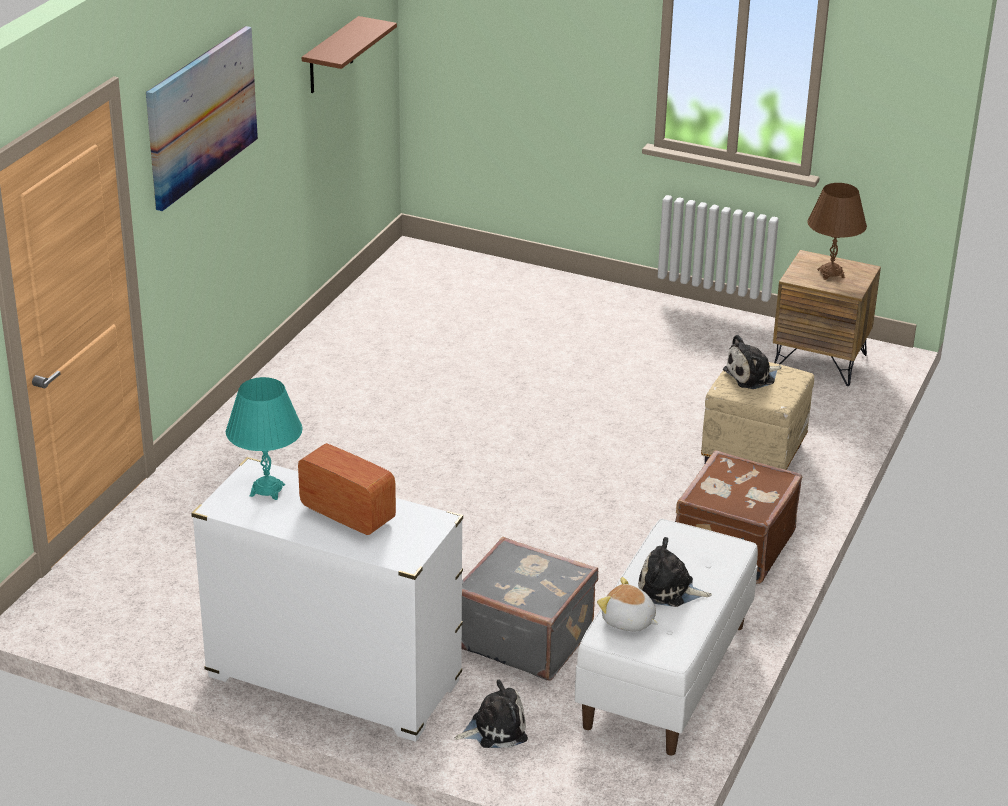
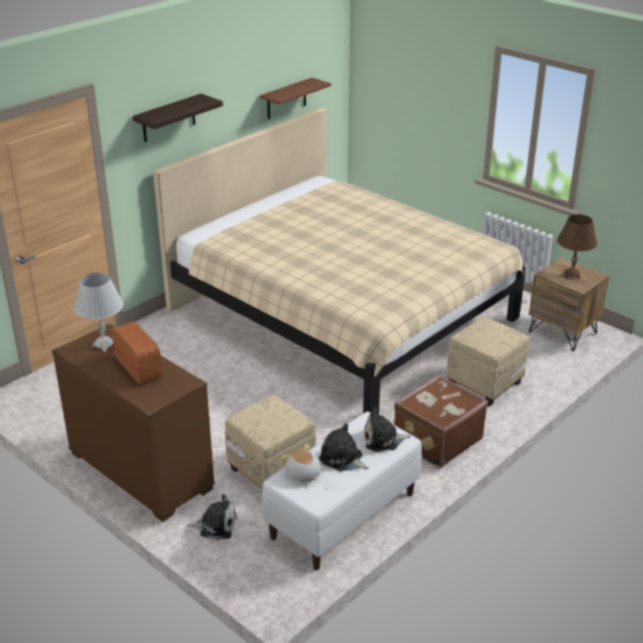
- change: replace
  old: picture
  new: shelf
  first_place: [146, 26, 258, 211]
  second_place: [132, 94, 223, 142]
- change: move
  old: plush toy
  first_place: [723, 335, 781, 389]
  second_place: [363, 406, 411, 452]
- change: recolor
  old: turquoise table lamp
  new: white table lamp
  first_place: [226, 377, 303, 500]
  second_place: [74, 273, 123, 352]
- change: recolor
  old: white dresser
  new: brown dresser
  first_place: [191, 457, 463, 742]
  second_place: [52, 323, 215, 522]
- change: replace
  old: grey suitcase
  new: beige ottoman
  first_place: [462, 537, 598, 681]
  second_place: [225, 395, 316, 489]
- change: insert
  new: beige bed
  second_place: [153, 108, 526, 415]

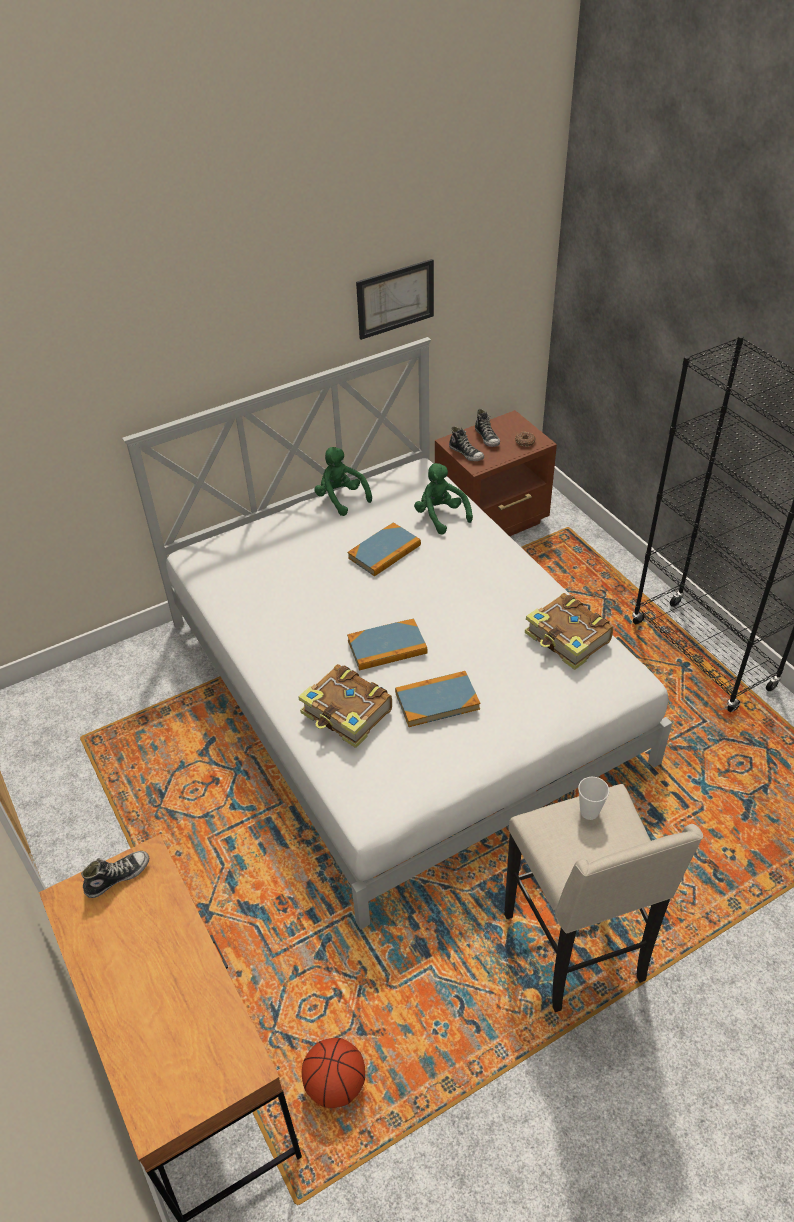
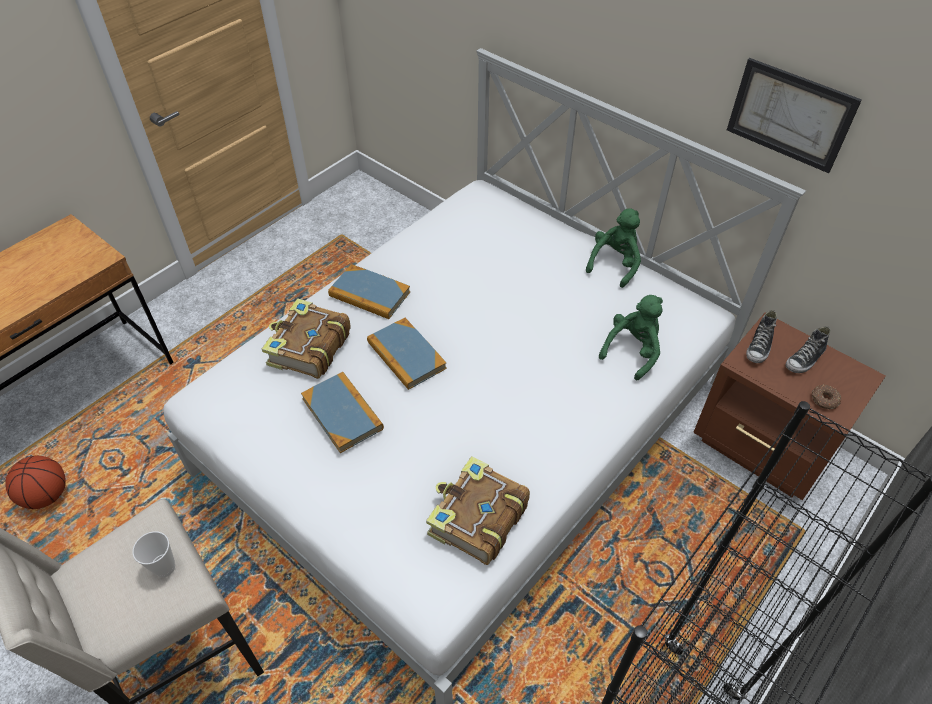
- change: move
  old: book
  first_place: [347, 522, 421, 577]
  second_place: [328, 264, 410, 319]
- change: delete
  old: shoe
  first_place: [81, 851, 149, 898]

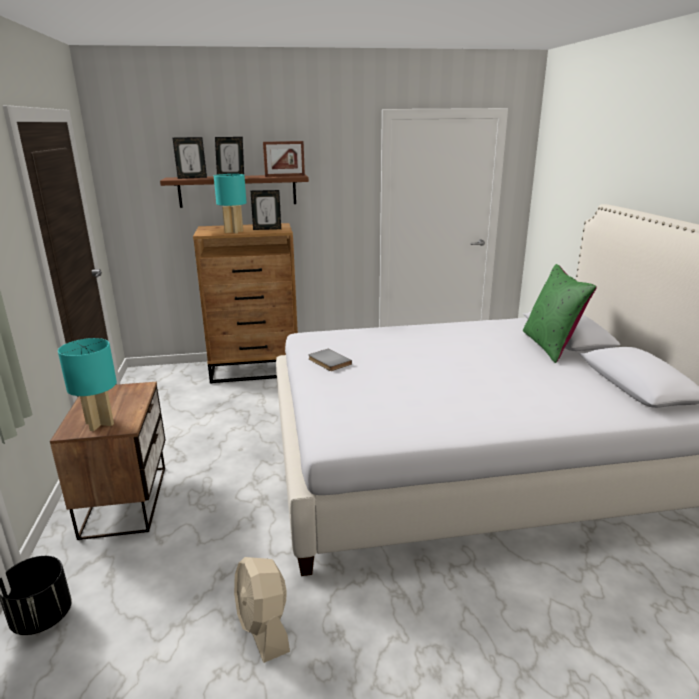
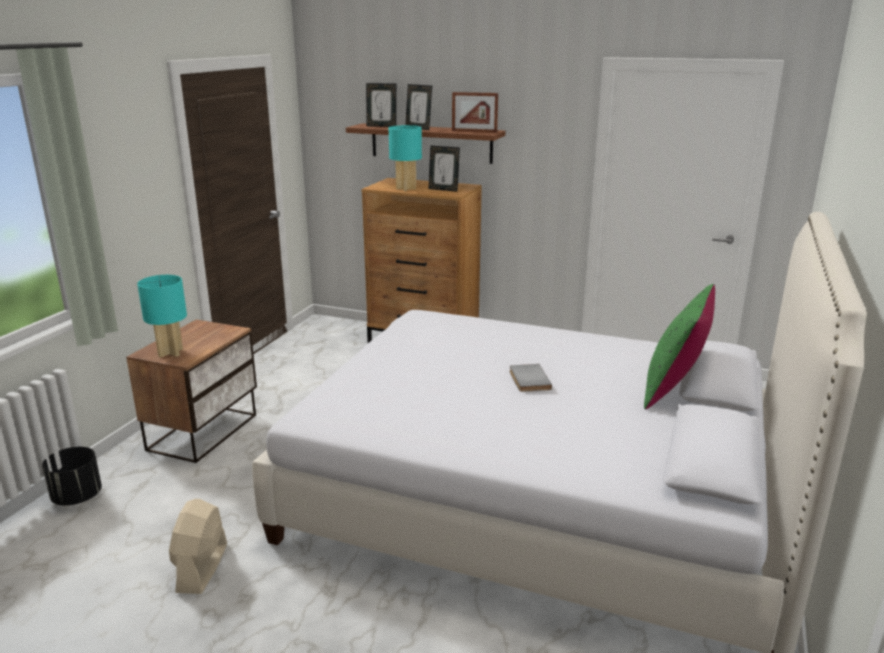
- change: move
  old: grey book
  first_place: [309, 349, 352, 371]
  second_place: [509, 364, 552, 392]

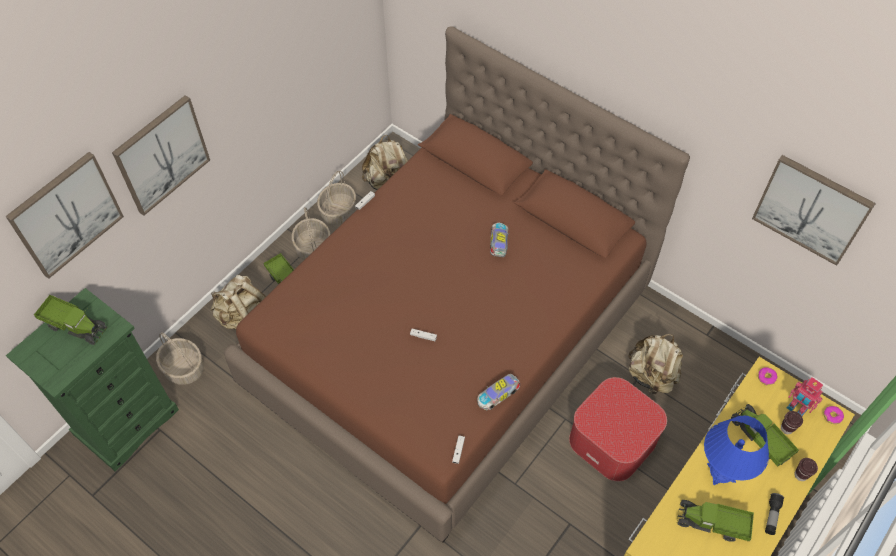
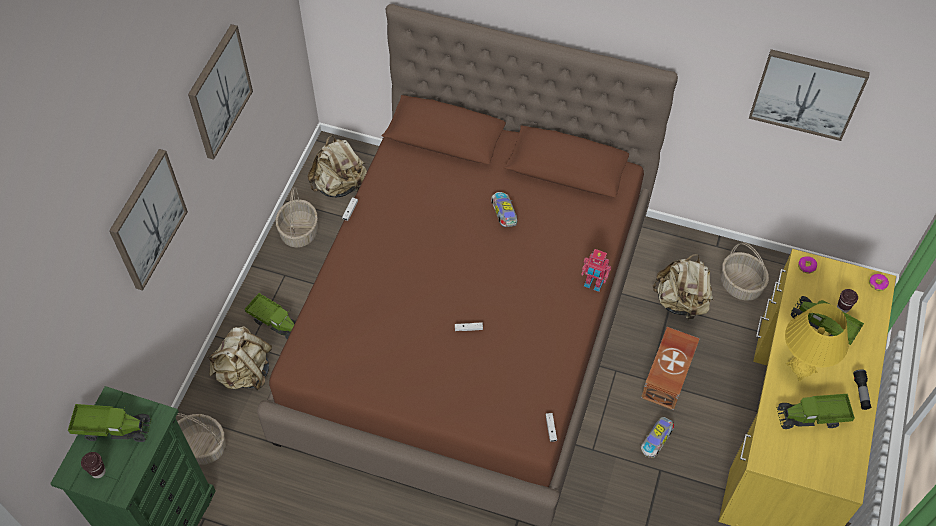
- change: move
  old: picture
  first_place: [5, 152, 124, 279]
  second_place: [188, 24, 253, 160]
- change: move
  old: basket
  first_place: [292, 207, 330, 260]
  second_place: [721, 243, 769, 301]
- change: move
  old: toy car
  first_place: [477, 374, 520, 410]
  second_place: [641, 417, 674, 458]
- change: replace
  old: ottoman
  new: brown storage box
  first_place: [569, 377, 667, 481]
  second_place: [641, 327, 700, 410]
- change: move
  old: toy robot
  first_place: [787, 377, 823, 416]
  second_place: [581, 249, 611, 292]
- change: recolor
  old: blue table lamp
  new: yellow table lamp
  first_place: [704, 415, 769, 485]
  second_place: [785, 303, 849, 381]
- change: move
  old: brown cup
  first_place: [795, 458, 818, 481]
  second_place: [81, 452, 106, 478]

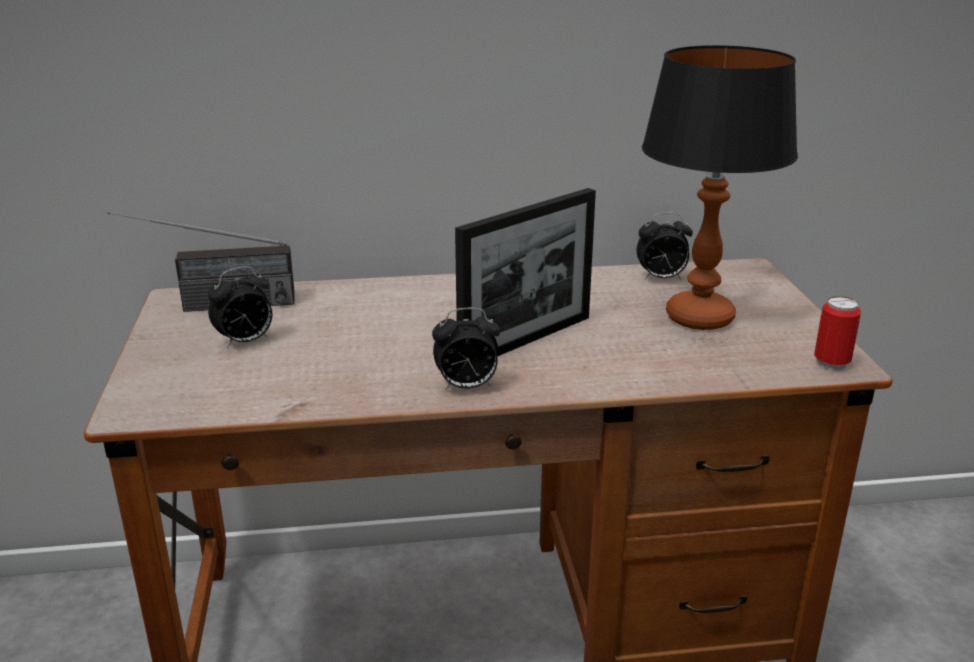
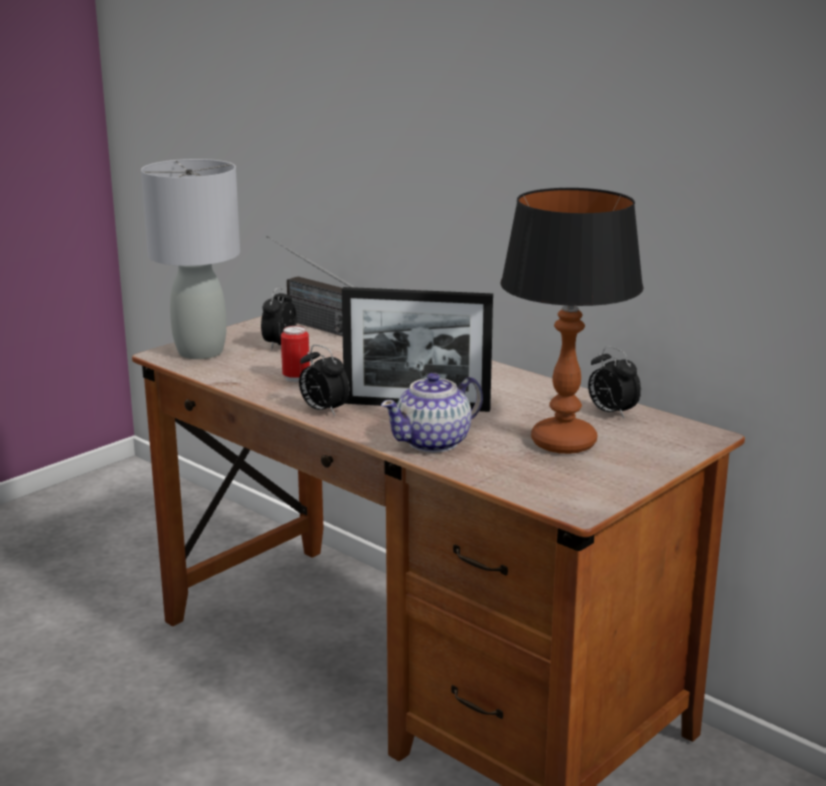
- change: rotate
  old: alarm clock
  first_place: [208, 266, 272, 348]
  second_place: [261, 287, 297, 351]
  degrees: 90
- change: move
  old: can
  first_place: [814, 296, 861, 370]
  second_place: [281, 326, 310, 382]
- change: insert
  new: grey table lamp
  second_place: [141, 159, 240, 359]
- change: insert
  new: teapot
  second_place: [381, 373, 483, 453]

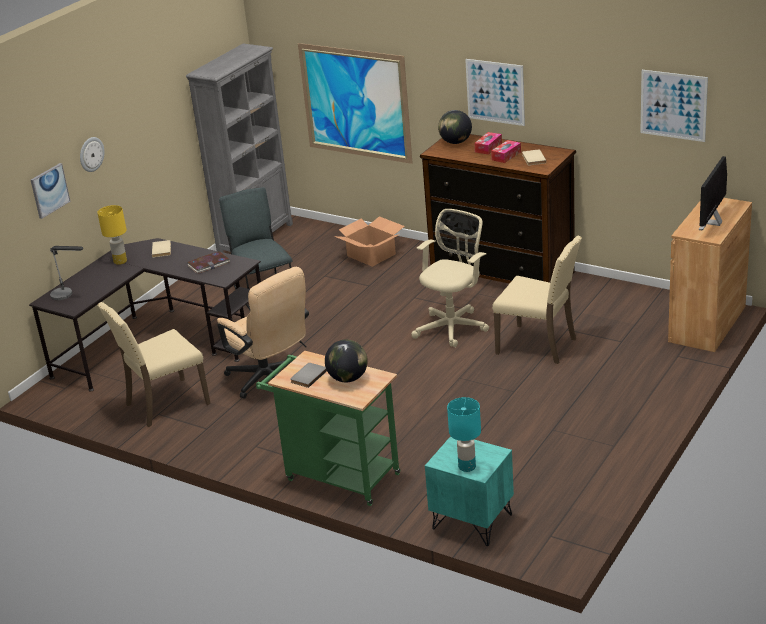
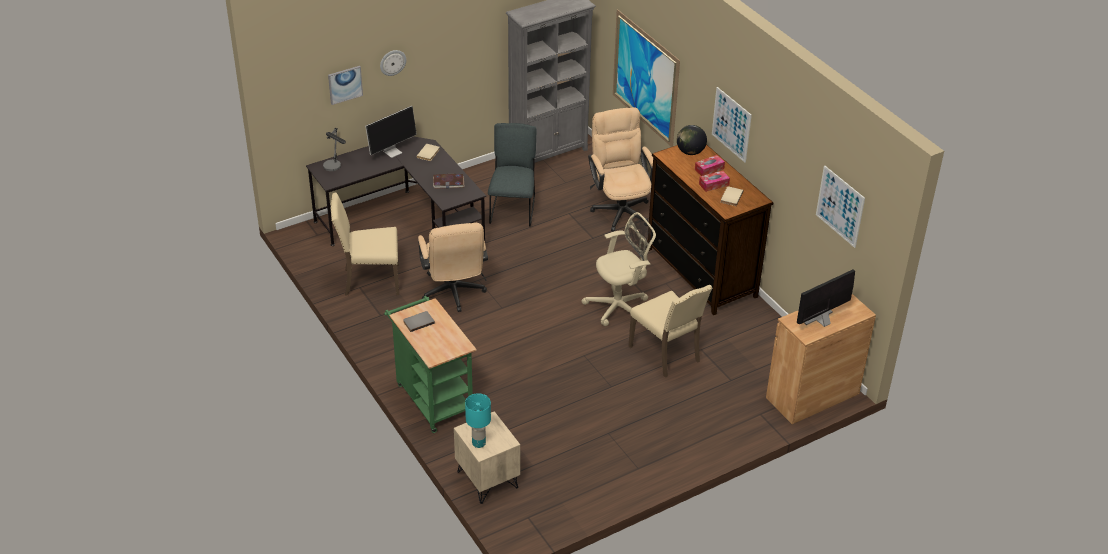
- change: replace
  old: yellow table lamp
  new: monitor
  first_place: [97, 205, 127, 265]
  second_place: [365, 106, 417, 158]
- change: replace
  old: cardboard box
  new: beige office chair
  first_place: [334, 216, 405, 267]
  second_place: [588, 107, 653, 232]
- change: delete
  old: globe
  first_place: [325, 340, 368, 382]
- change: recolor
  old: turquoise nightstand
  new: beige nightstand
  first_place: [425, 436, 514, 546]
  second_place: [454, 411, 520, 504]

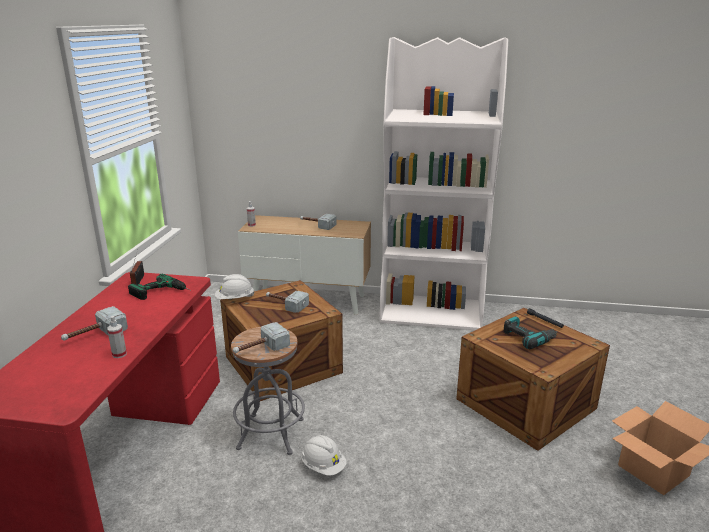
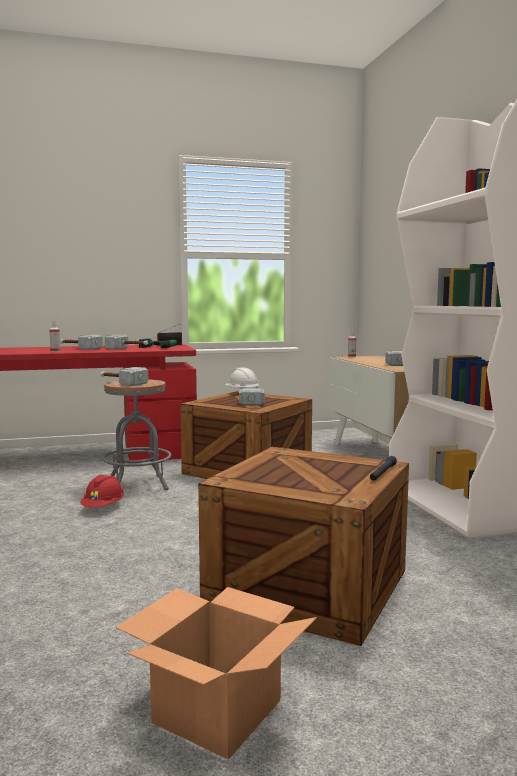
- change: delete
  old: power drill
  first_place: [504, 316, 557, 349]
- change: recolor
  old: white hard hat
  new: red hard hat
  first_place: [301, 435, 347, 476]
  second_place: [80, 475, 124, 507]
- change: insert
  new: hammer
  second_place: [104, 335, 148, 350]

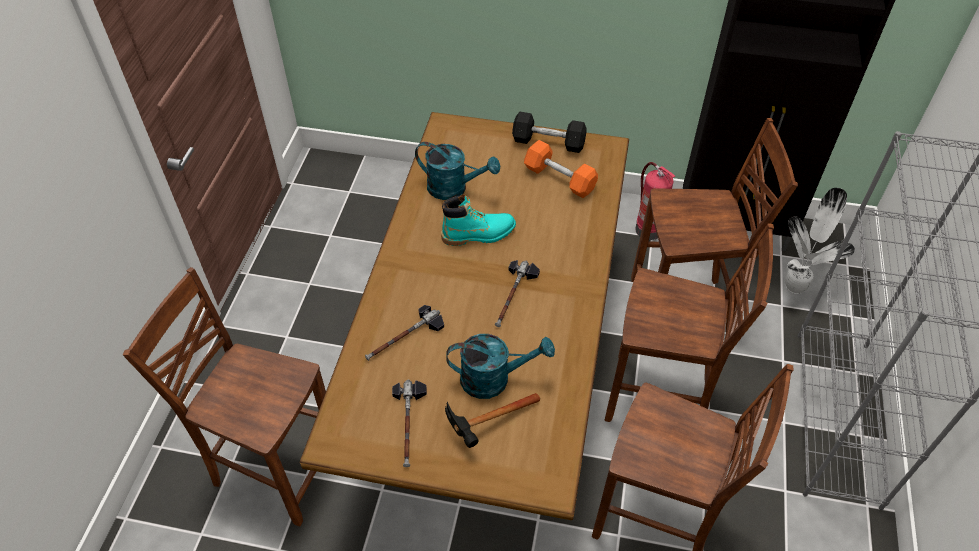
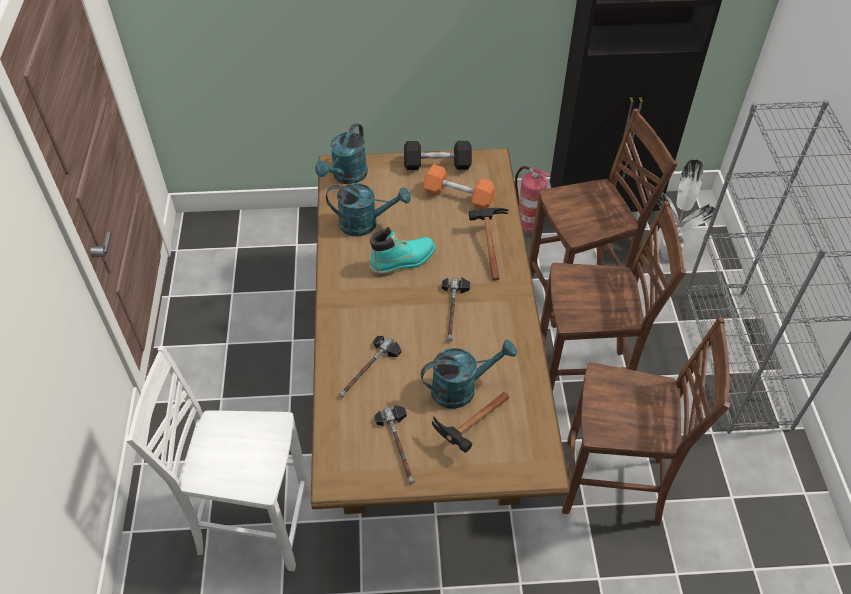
- change: recolor
  old: brown chair
  new: white chair
  first_place: [123, 267, 326, 526]
  second_place: [126, 346, 310, 571]
- change: insert
  new: turquoise watering can
  second_place: [315, 123, 368, 184]
- change: insert
  new: hammer
  second_place: [469, 208, 508, 281]

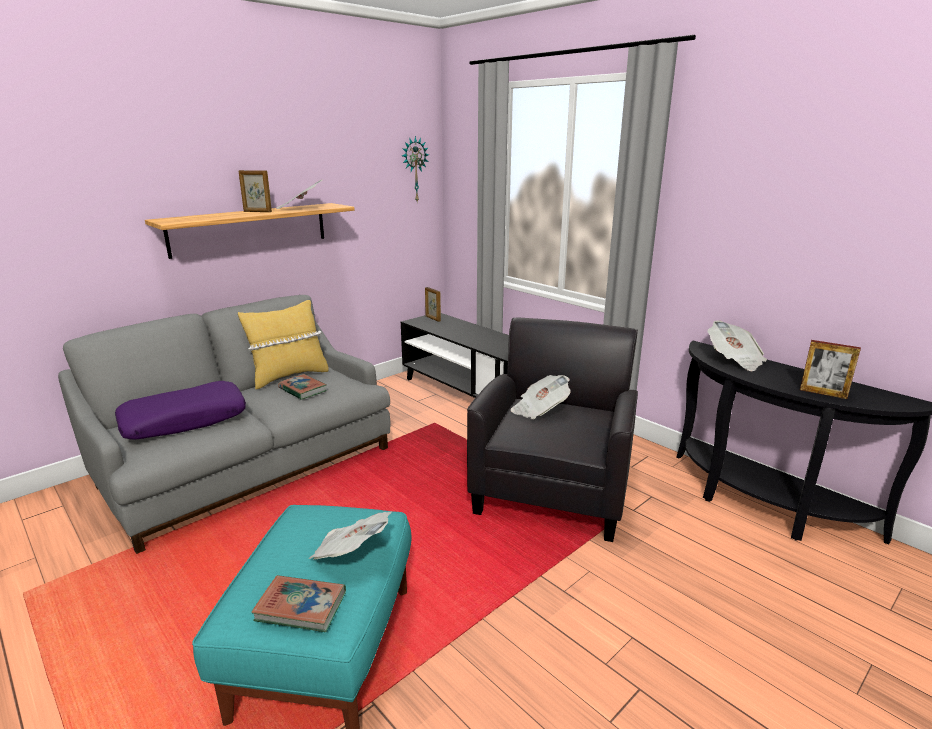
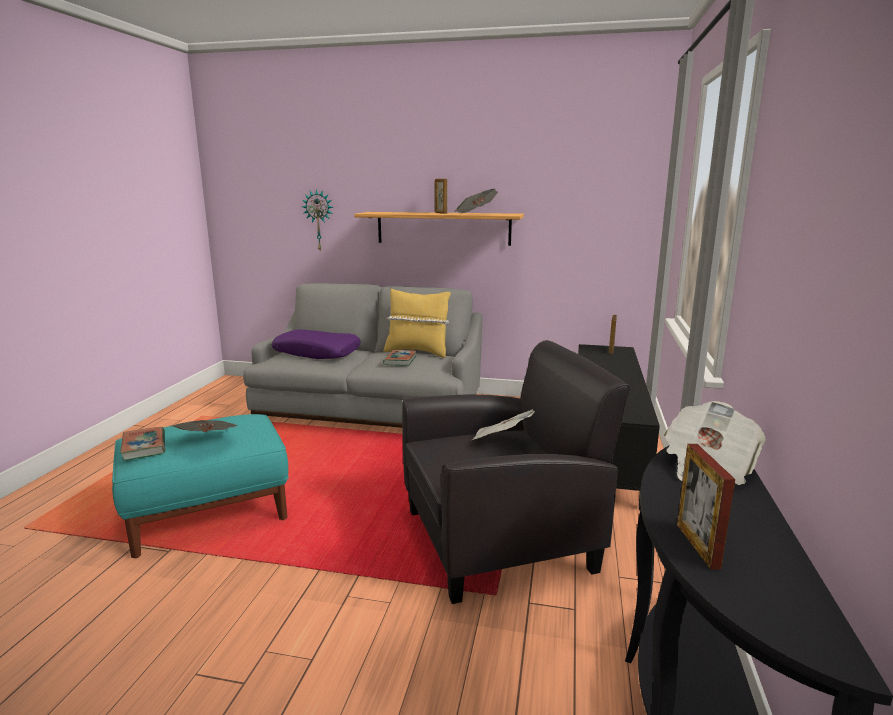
- change: move
  old: wall clock
  first_place: [402, 136, 429, 202]
  second_place: [302, 189, 333, 250]

